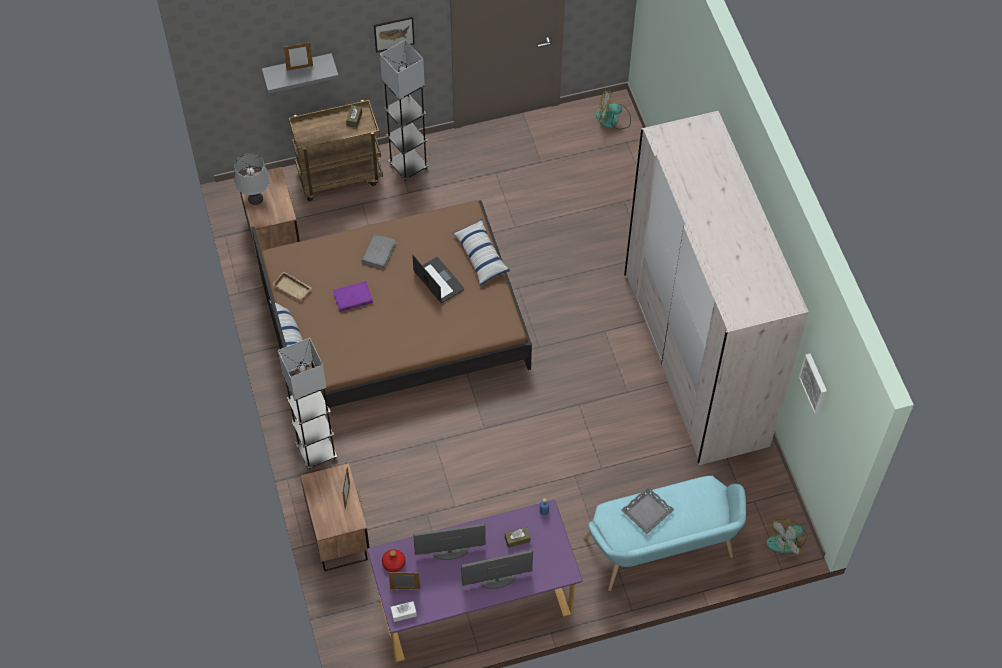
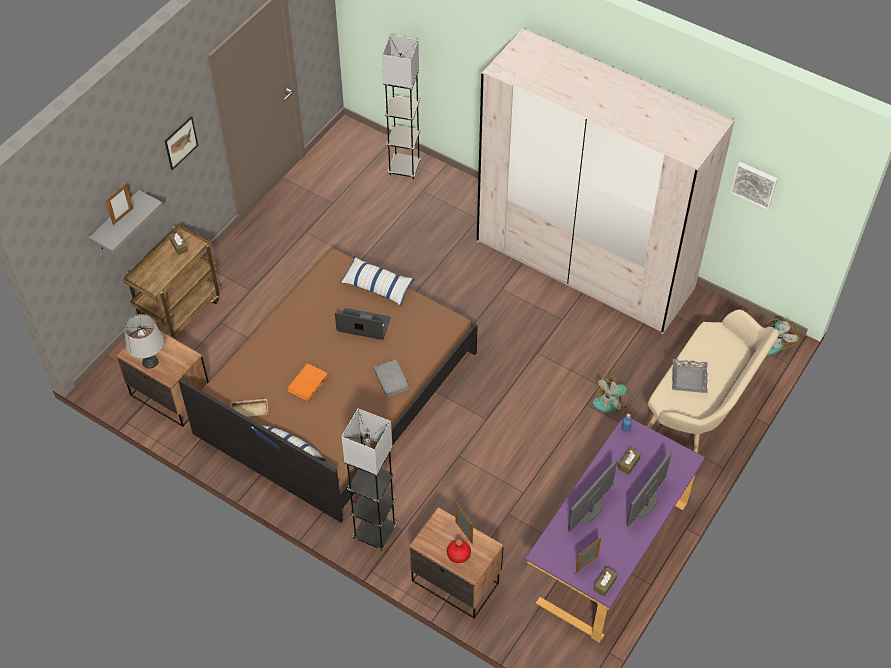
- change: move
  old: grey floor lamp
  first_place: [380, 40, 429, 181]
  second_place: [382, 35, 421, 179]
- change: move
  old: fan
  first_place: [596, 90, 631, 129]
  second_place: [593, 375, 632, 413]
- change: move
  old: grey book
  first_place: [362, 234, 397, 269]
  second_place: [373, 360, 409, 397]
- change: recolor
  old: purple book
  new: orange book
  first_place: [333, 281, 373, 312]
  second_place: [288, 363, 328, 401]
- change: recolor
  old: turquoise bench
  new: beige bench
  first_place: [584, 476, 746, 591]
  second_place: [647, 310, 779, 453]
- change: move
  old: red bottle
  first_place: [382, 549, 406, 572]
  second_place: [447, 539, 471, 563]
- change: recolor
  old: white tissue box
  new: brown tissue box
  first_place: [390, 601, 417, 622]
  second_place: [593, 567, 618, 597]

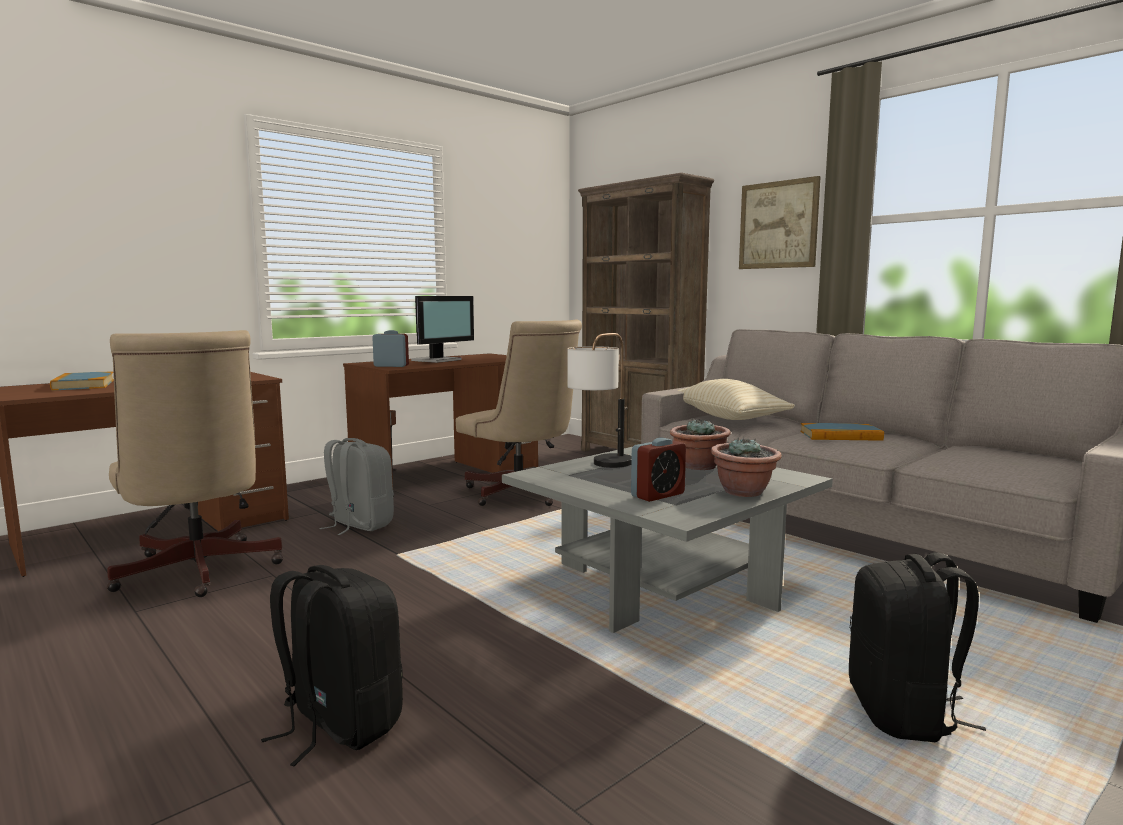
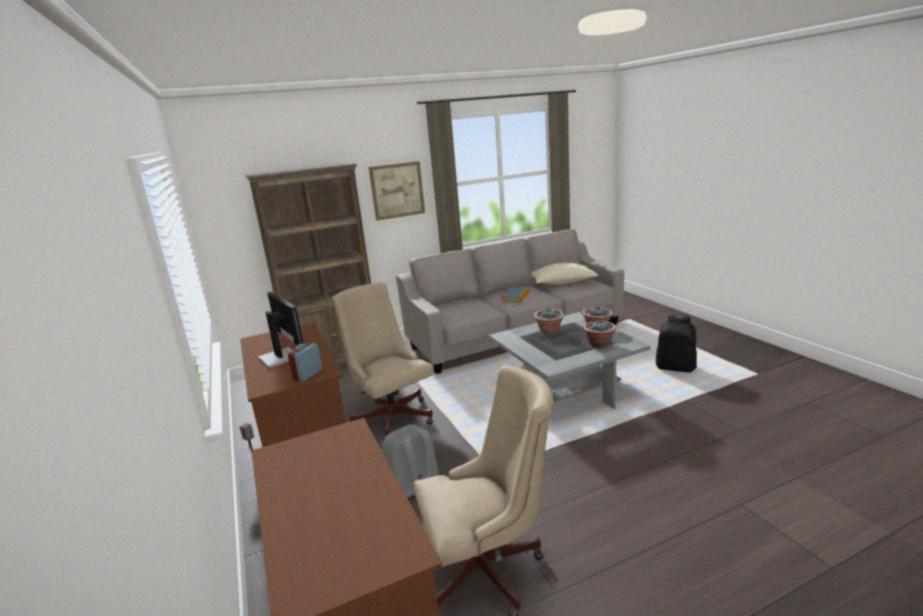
- change: rotate
  old: beige office chair
  first_place: [456, 319, 582, 506]
  second_place: [331, 282, 434, 440]
  degrees: -105
- change: delete
  old: table lamp
  first_place: [568, 333, 632, 468]
- change: delete
  old: book
  first_place: [50, 372, 114, 391]
- change: move
  old: beige pillow
  first_place: [677, 379, 795, 420]
  second_place: [531, 263, 599, 285]
- change: replace
  old: alarm clock
  new: potted plant
  first_place: [631, 438, 686, 502]
  second_place: [583, 320, 616, 348]
- change: delete
  old: black backpack
  first_place: [261, 565, 403, 766]

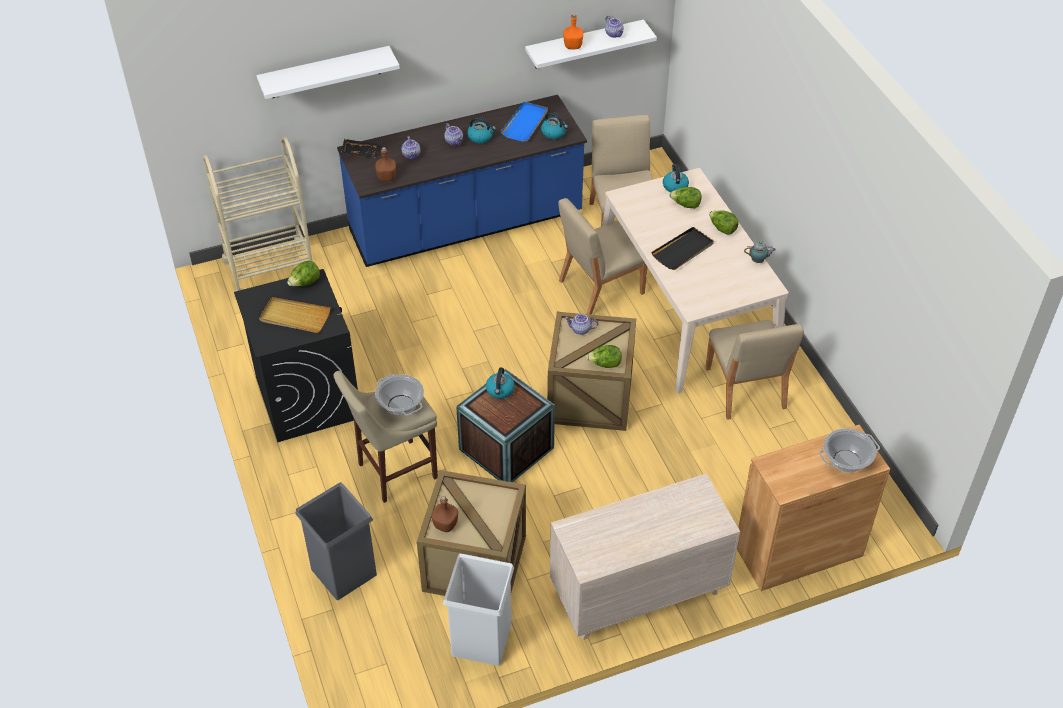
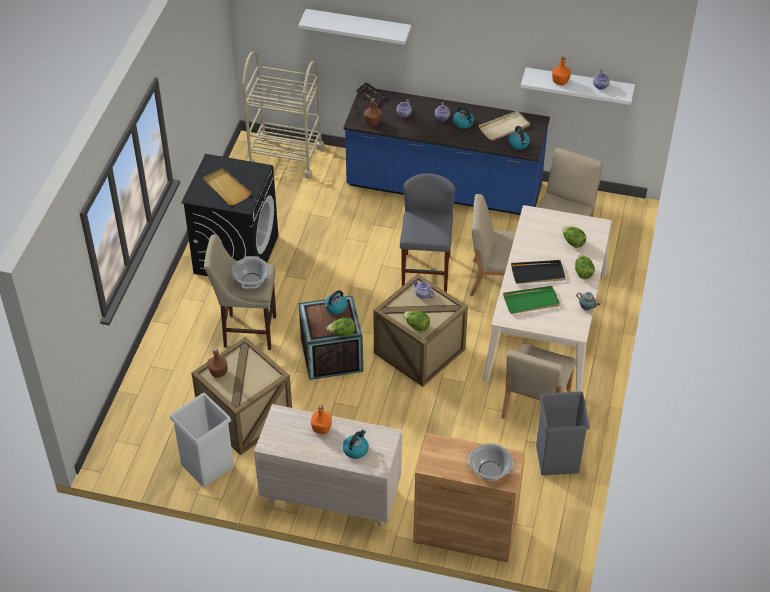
- change: recolor
  old: blue tray
  new: beige tray
  first_place: [500, 102, 548, 142]
  second_place: [479, 111, 530, 141]
- change: move
  old: kettle
  first_place: [663, 164, 689, 192]
  second_place: [343, 429, 369, 459]
- change: move
  old: lettuce
  first_place: [287, 261, 320, 286]
  second_place: [326, 317, 355, 336]
- change: move
  old: grey trash can
  first_place: [295, 482, 377, 600]
  second_place: [536, 391, 590, 475]
- change: insert
  new: grey stool
  second_place: [400, 173, 455, 292]
- change: insert
  new: green tray
  second_place: [503, 286, 560, 314]
- change: insert
  new: orange bottle
  second_place: [311, 405, 332, 434]

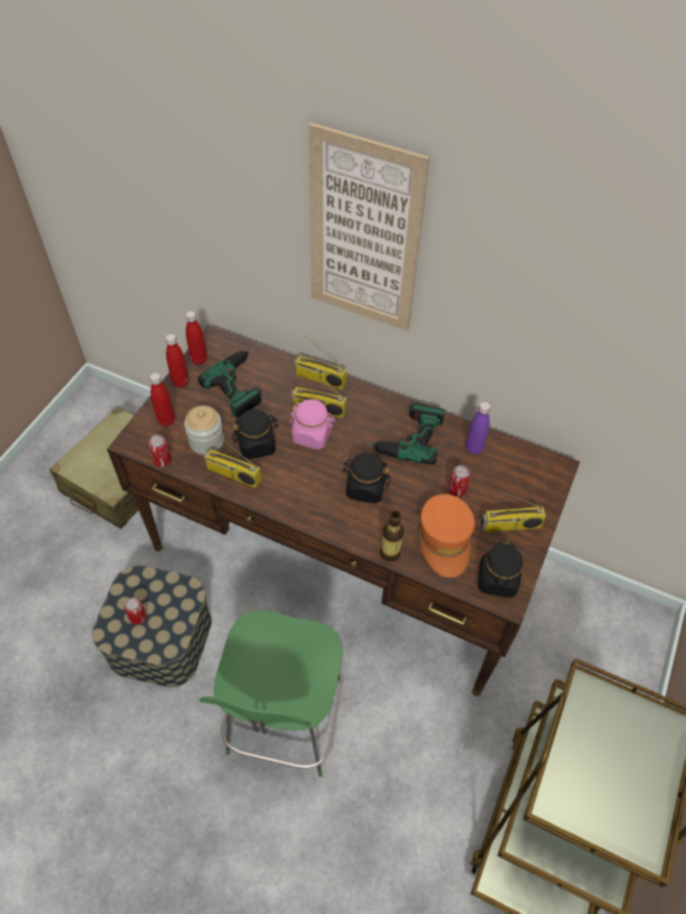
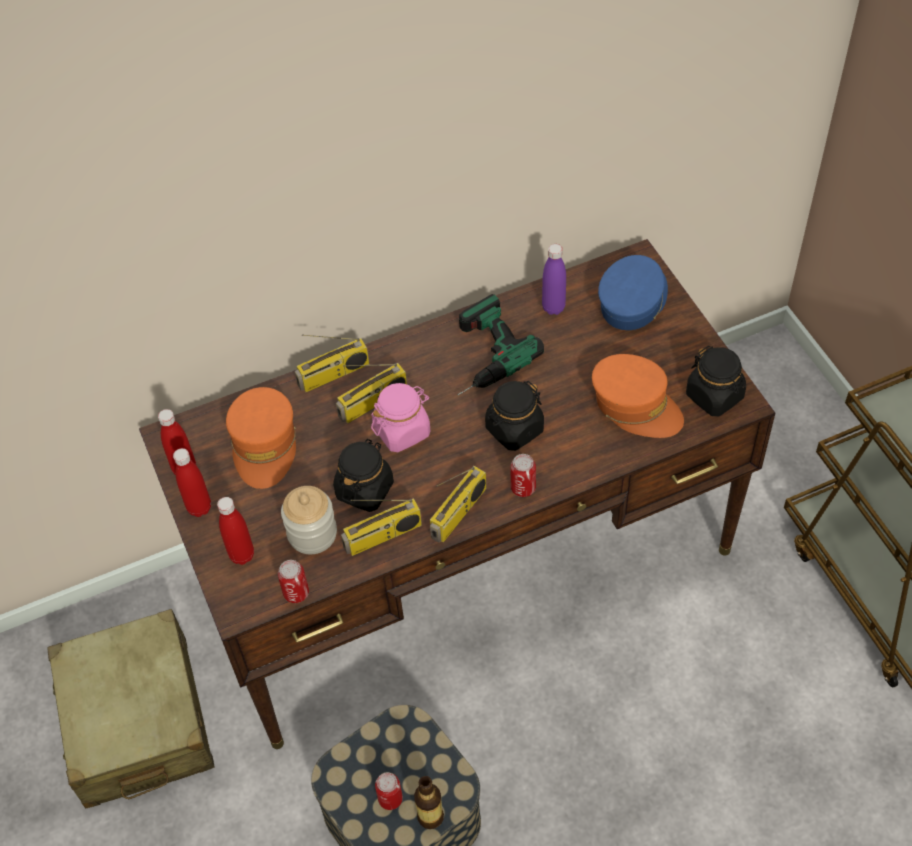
- change: delete
  old: picture
  first_place: [308, 123, 430, 331]
- change: replace
  old: power drill
  new: orange cap
  first_place: [198, 346, 262, 418]
  second_place: [226, 387, 296, 489]
- change: move
  old: can
  first_place: [448, 465, 470, 497]
  second_place: [511, 454, 536, 497]
- change: move
  old: radio
  first_place: [480, 492, 546, 532]
  second_place: [430, 466, 486, 543]
- change: move
  old: bottle
  first_place: [380, 511, 404, 562]
  second_place: [414, 776, 444, 829]
- change: delete
  old: green chair
  first_place: [200, 610, 343, 777]
- change: insert
  new: blue cap
  second_place: [598, 255, 668, 330]

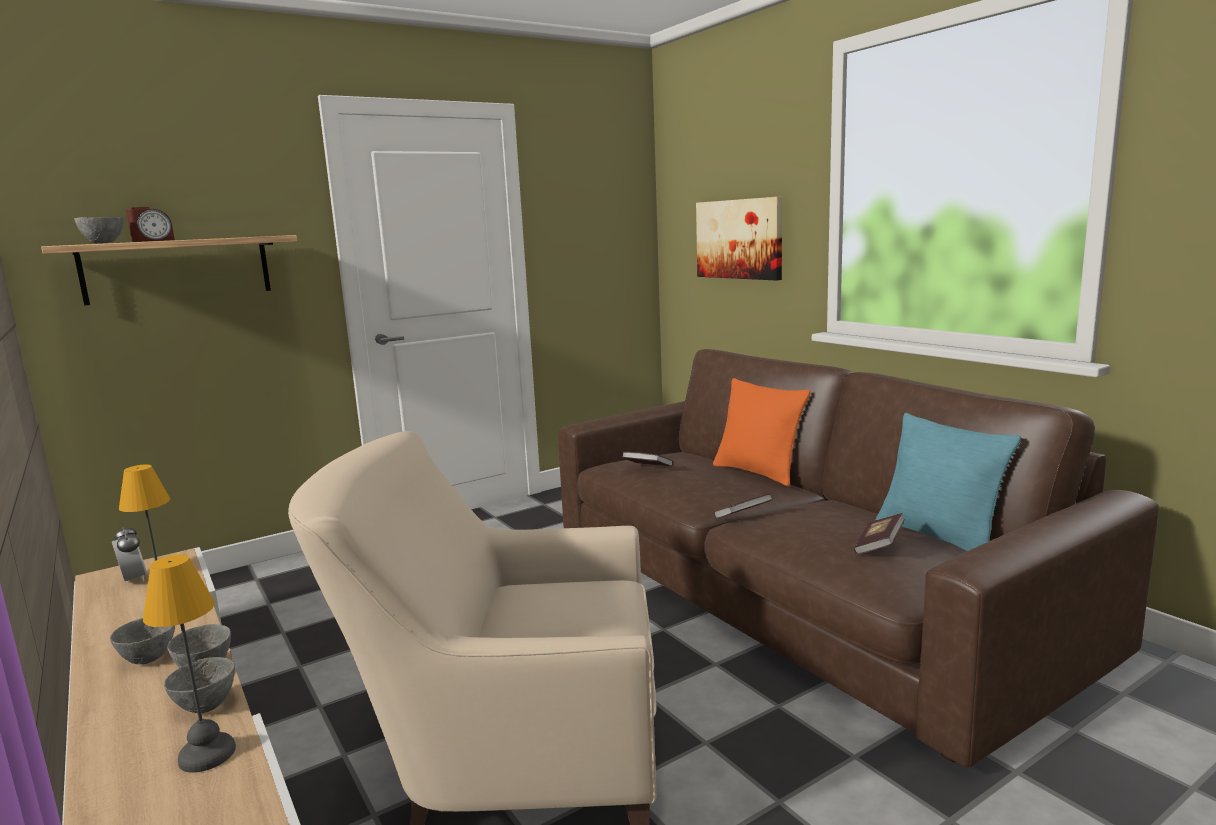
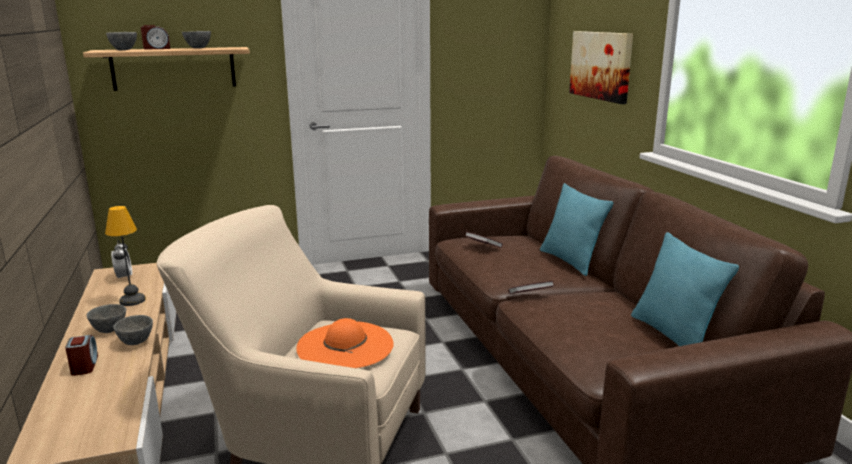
- change: recolor
  old: orange pillow
  new: turquoise pillow
  first_place: [713, 378, 810, 486]
  second_place: [540, 183, 613, 276]
- change: delete
  old: book
  first_place: [854, 513, 905, 554]
- change: delete
  old: table lamp
  first_place: [143, 554, 236, 773]
- change: move
  old: grey bowl
  first_place: [164, 657, 235, 713]
  second_place: [182, 31, 211, 48]
- change: insert
  new: orange hat
  second_place: [296, 318, 394, 368]
- change: insert
  new: alarm clock
  second_place: [65, 335, 98, 376]

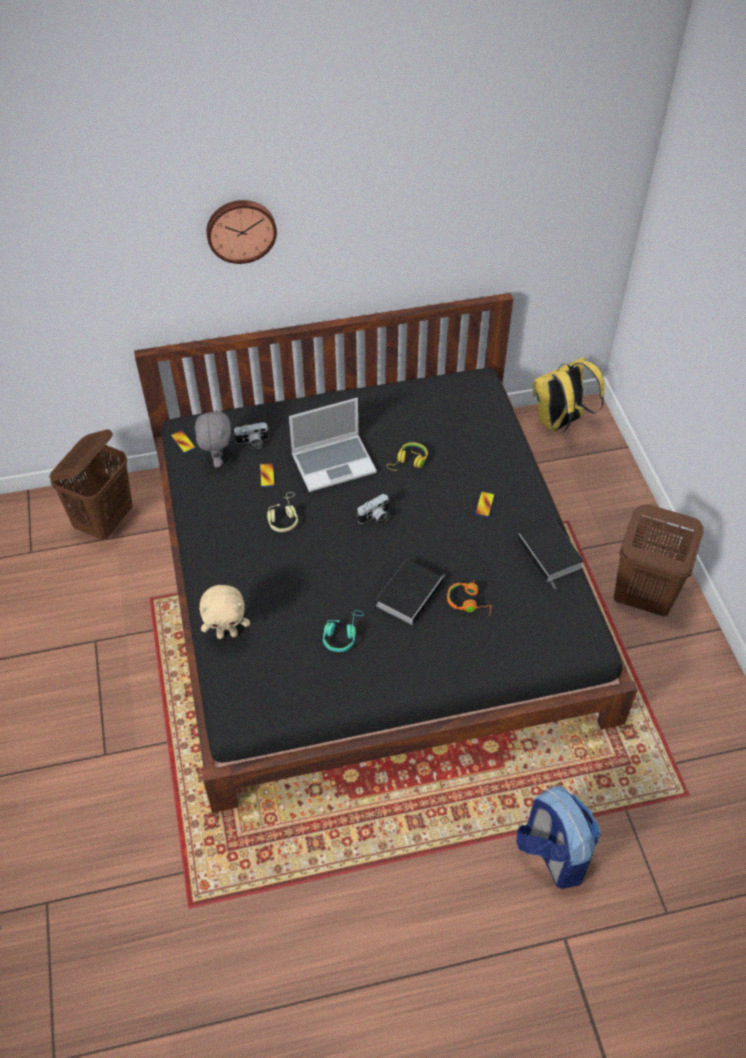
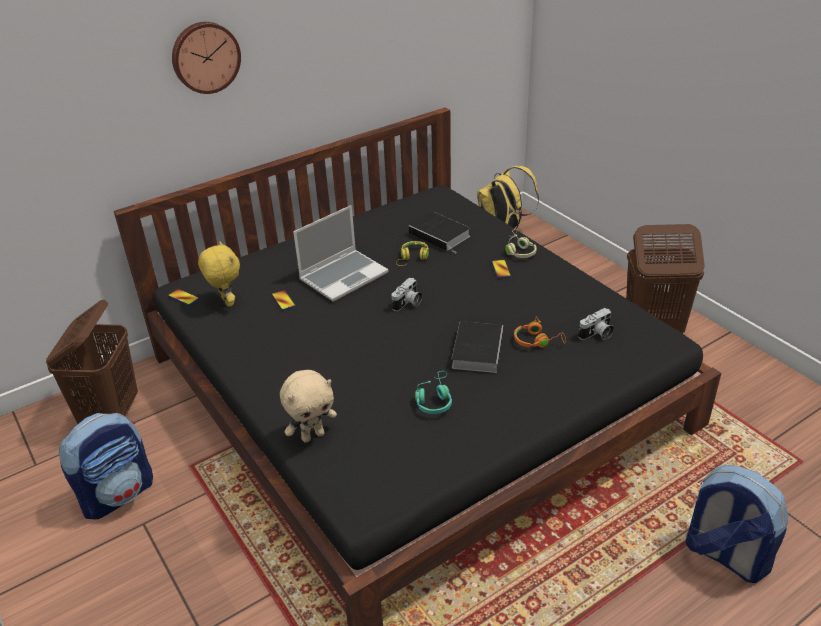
- change: recolor
  old: grey plush toy
  new: yellow plush toy
  first_place: [195, 407, 231, 468]
  second_place: [198, 241, 240, 307]
- change: move
  old: photo camera
  first_place: [233, 422, 269, 449]
  second_place: [578, 308, 614, 340]
- change: move
  old: beige headphones
  first_place: [267, 492, 298, 532]
  second_place: [505, 229, 537, 258]
- change: move
  old: book
  first_place: [518, 520, 584, 589]
  second_place: [408, 212, 470, 253]
- change: insert
  new: backpack
  second_place: [59, 413, 153, 519]

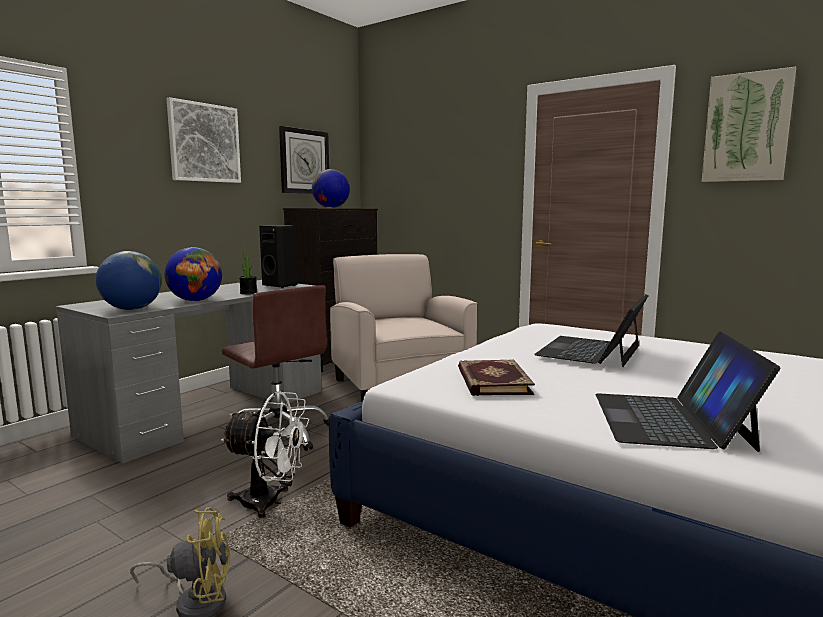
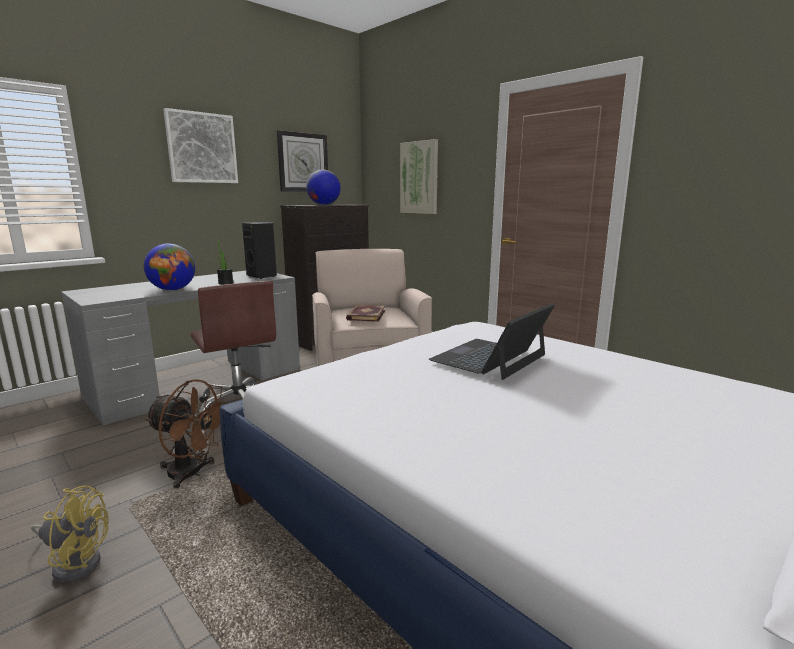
- change: move
  old: picture
  first_place: [702, 67, 796, 182]
  second_place: [400, 139, 438, 214]
- change: delete
  old: globe
  first_place: [96, 251, 162, 310]
- change: delete
  old: laptop
  first_place: [596, 331, 780, 452]
- change: move
  old: book
  first_place: [458, 359, 535, 396]
  second_place: [346, 305, 385, 322]
- change: recolor
  old: white fan
  new: brown fan
  first_place: [221, 391, 309, 518]
  second_place: [145, 379, 229, 489]

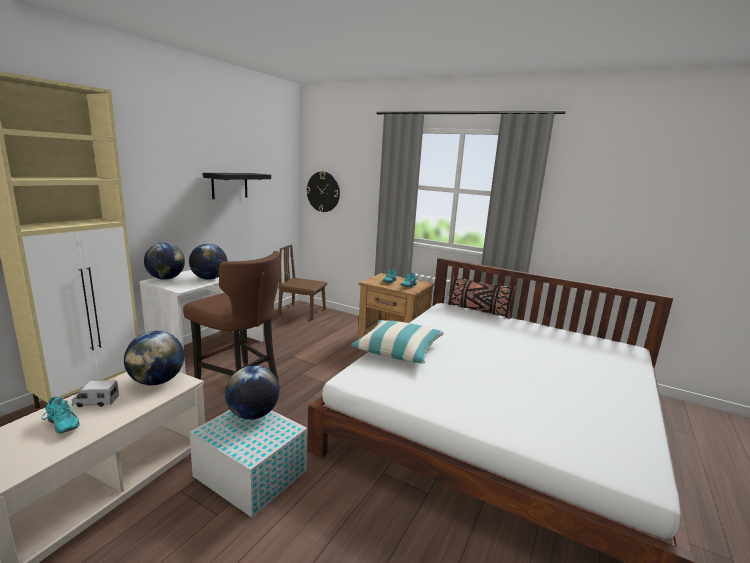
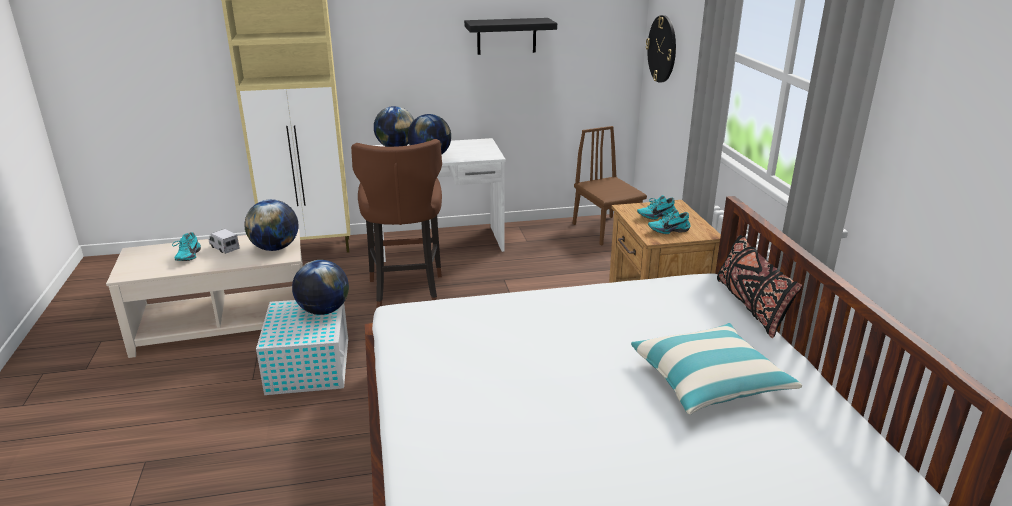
- change: move
  old: pillow
  first_place: [351, 320, 444, 364]
  second_place: [631, 323, 802, 415]

